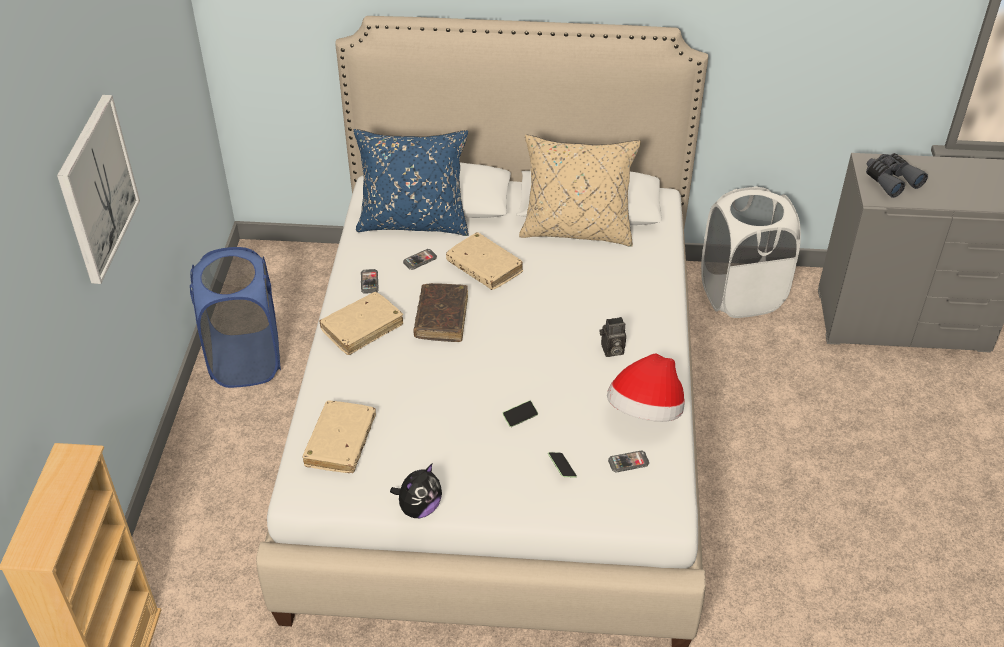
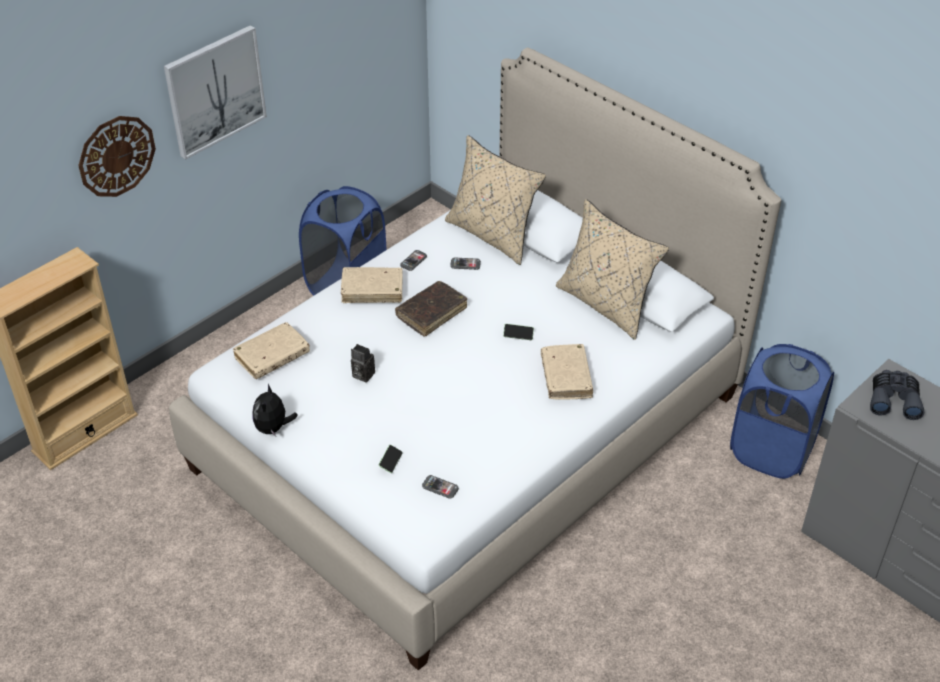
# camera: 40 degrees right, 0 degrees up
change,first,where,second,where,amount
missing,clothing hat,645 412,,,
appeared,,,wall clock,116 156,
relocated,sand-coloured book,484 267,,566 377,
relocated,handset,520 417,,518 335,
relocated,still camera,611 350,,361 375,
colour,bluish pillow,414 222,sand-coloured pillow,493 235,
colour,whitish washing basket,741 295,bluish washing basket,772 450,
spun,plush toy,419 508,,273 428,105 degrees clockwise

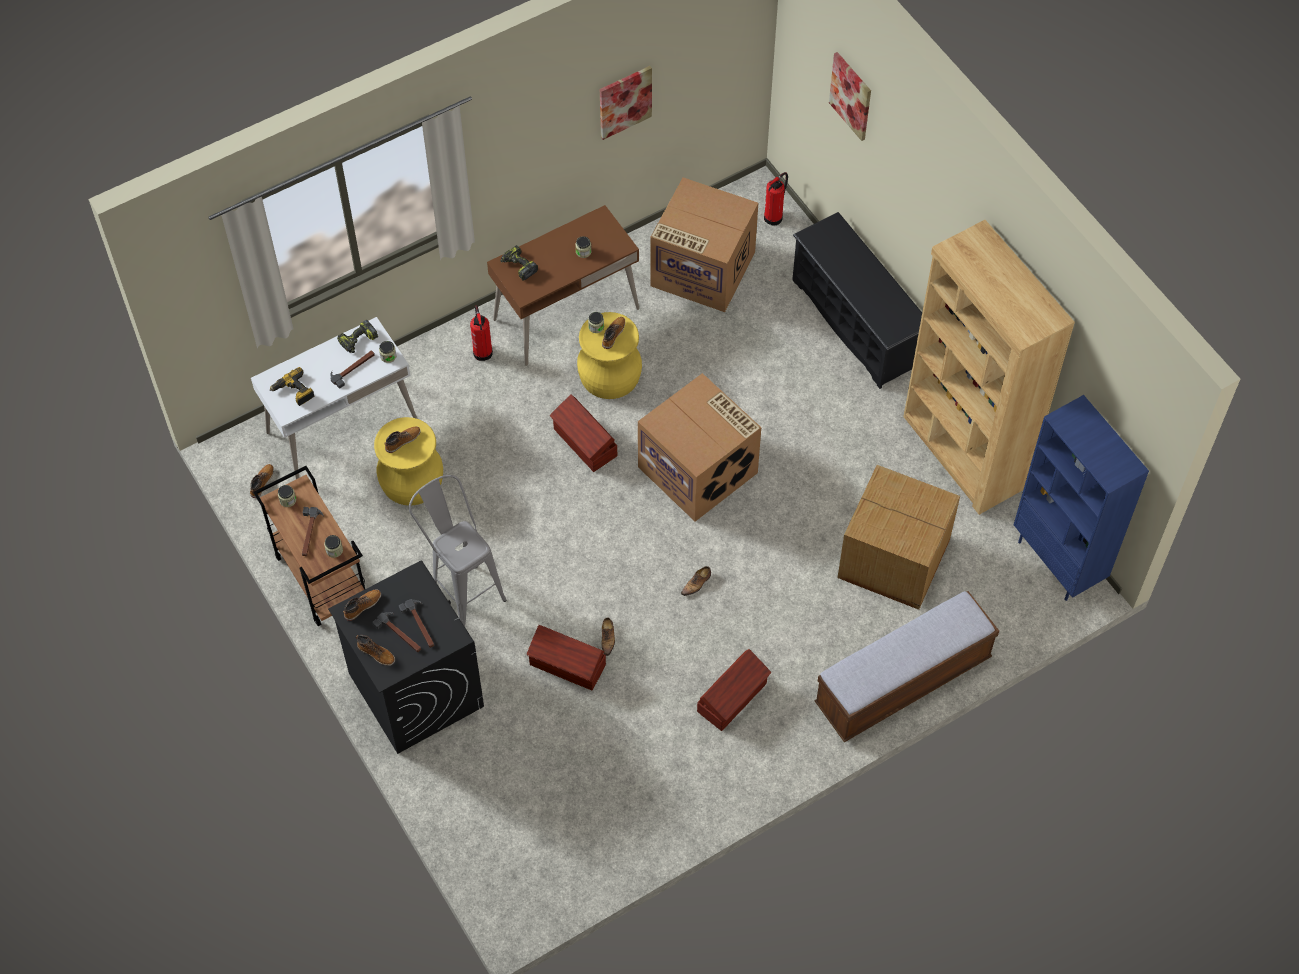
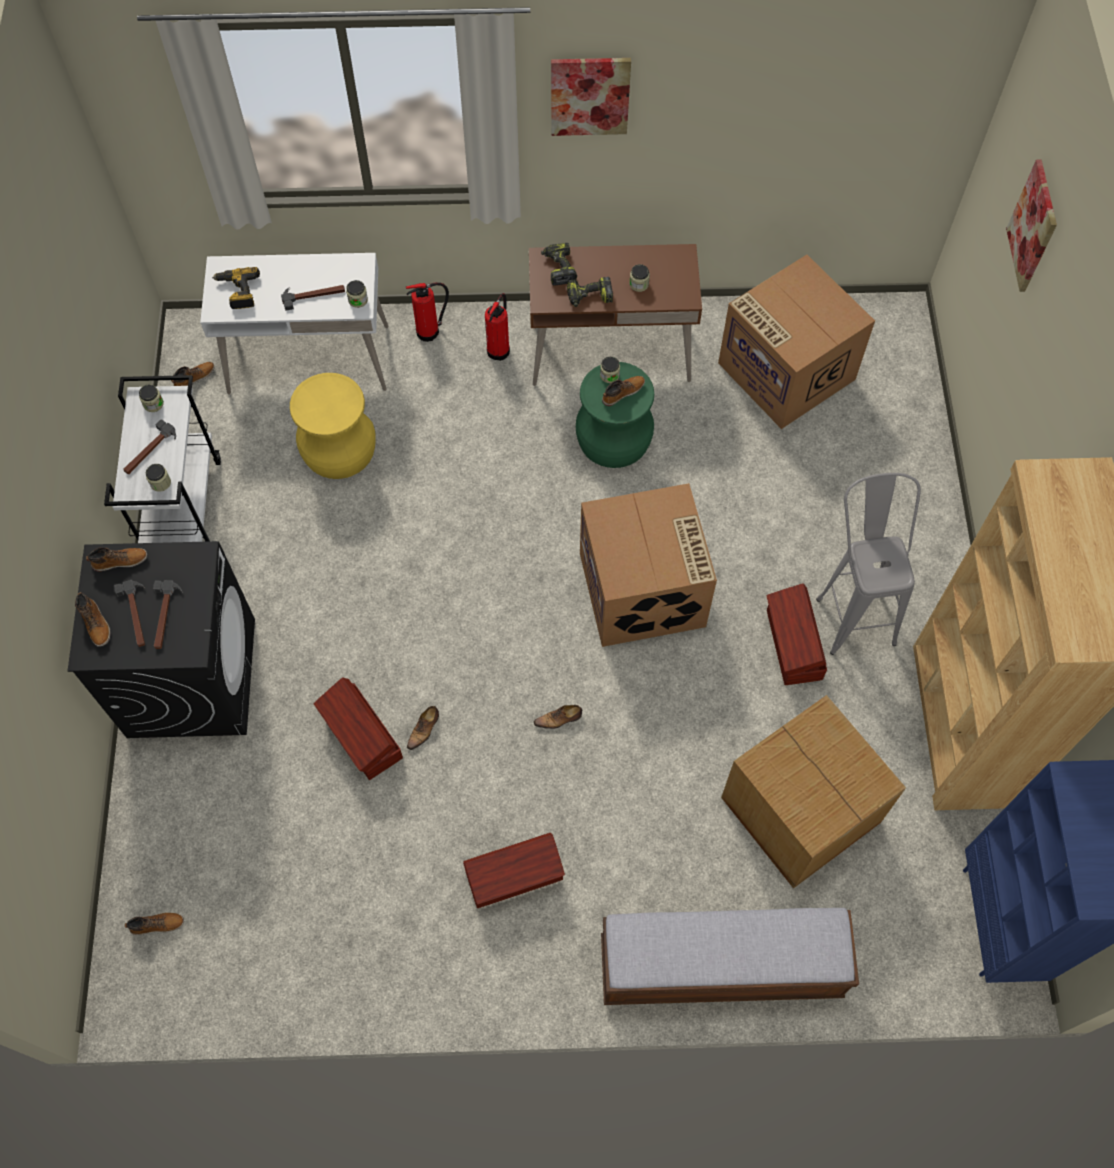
# camera: 30 degrees right, 5 degrees up
change,first,where,second,where,amount
missing,blackish shoe rack,856 323,,,
relocated,power drill,358 341,,589 297,
relocated,tall boot,402 441,,157 924,
relocated,grey stool seat,462 590,,852 609,
relocated,brownish storage container,584 443,,792 645,
relocated,wall picture,625 101,,590 95,
relocated,fire extinguisher,774 217,,430 331,
colour,brownish cart,321 578,whitish cart,182 506,
colour,yellow stool seat,610 376,greenish stool seat,613 439,

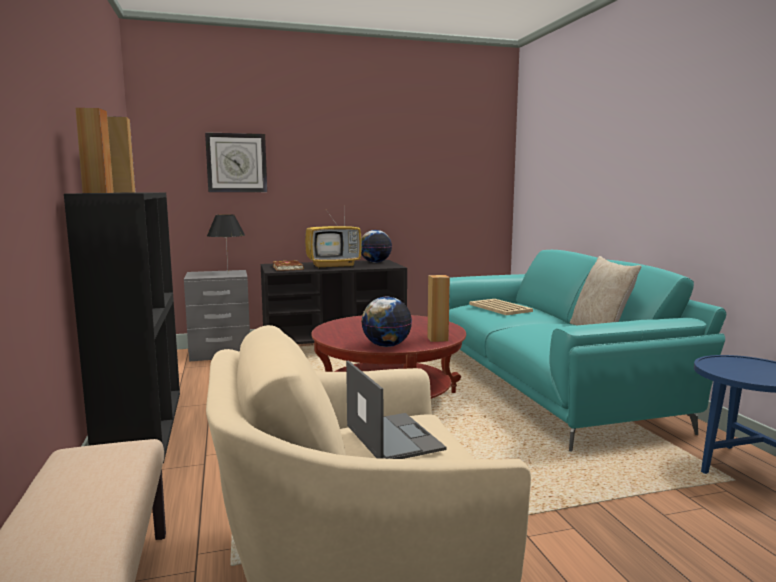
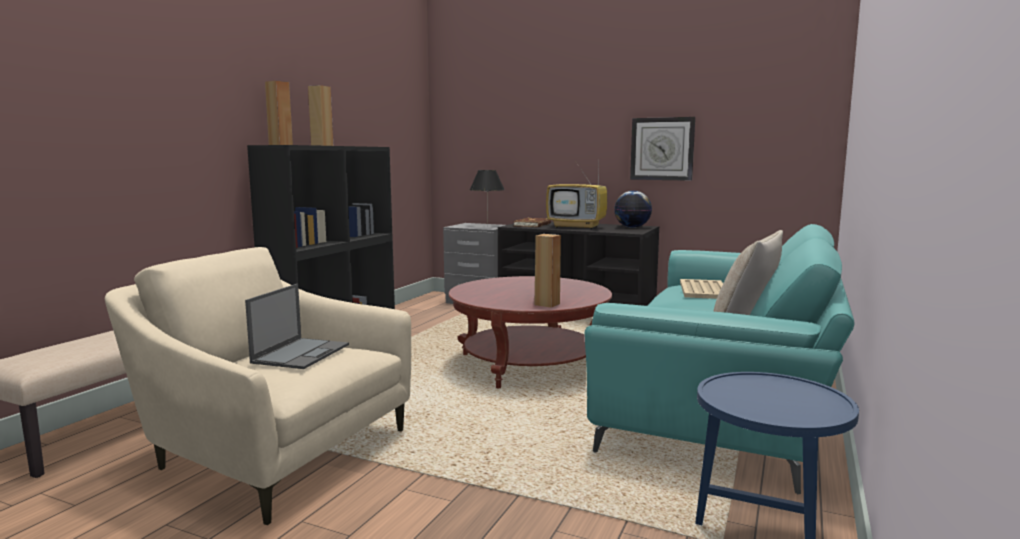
# camera: 40 degrees right, 0 degrees up
change,first,where,second,where,amount
missing,world globe,386 346,,,
relocated,wall clock,236 163,,662 149,

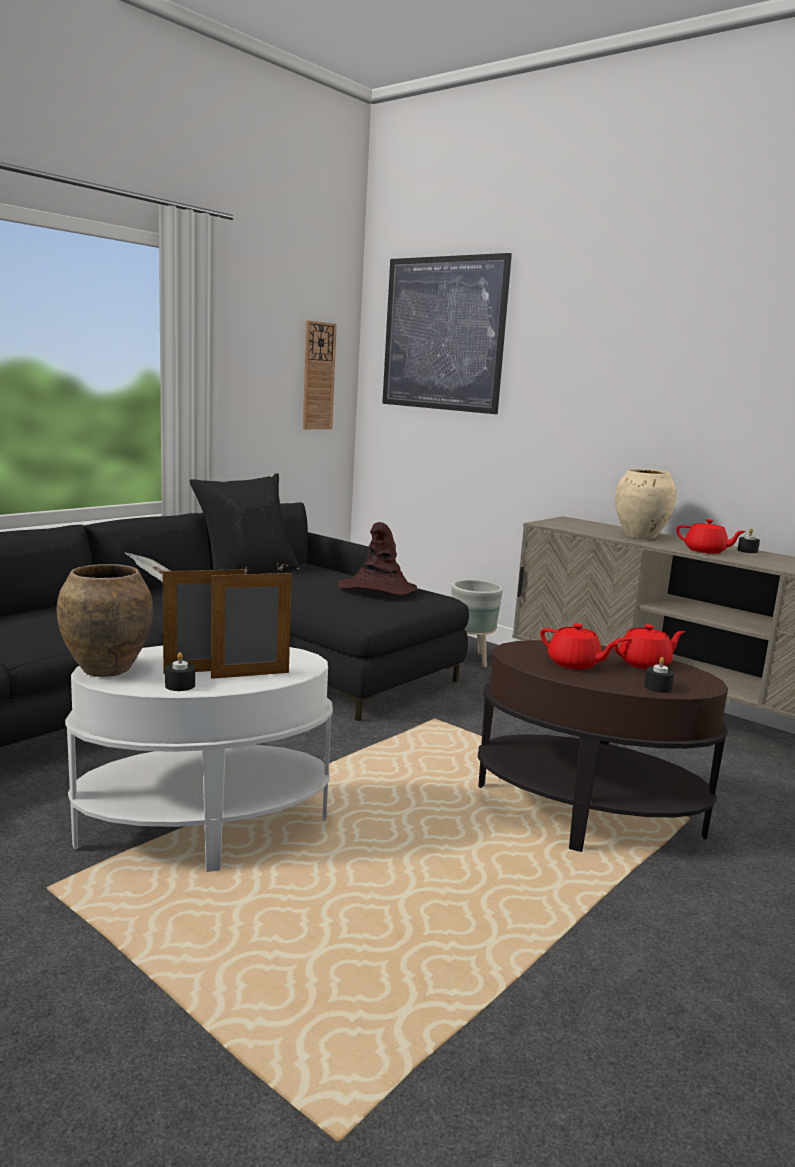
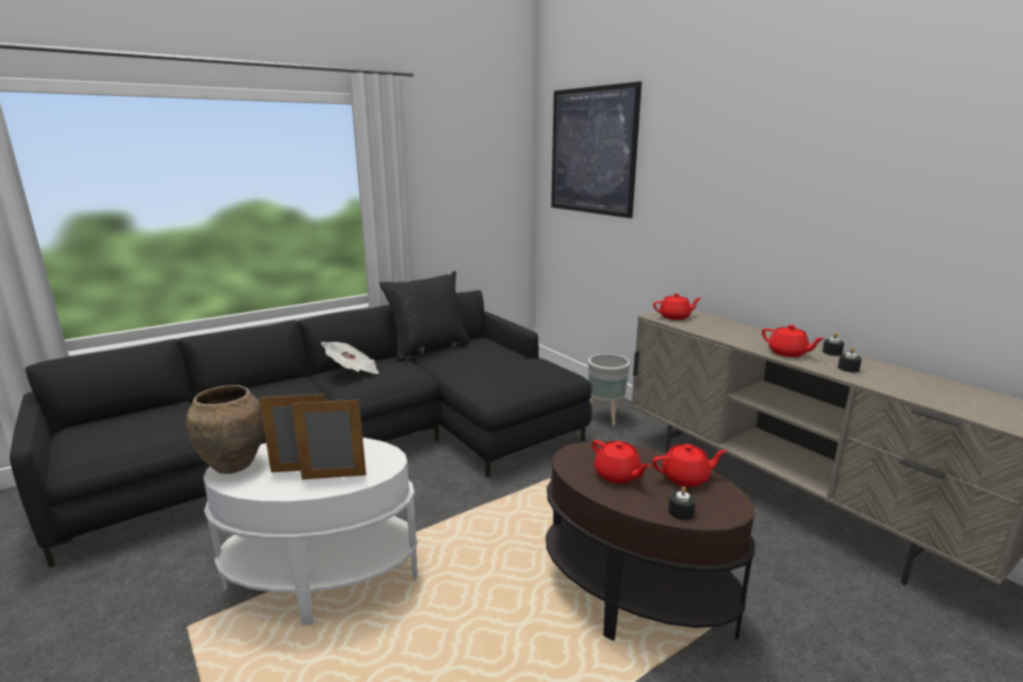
# camera: 15 degrees right, 5 degrees up
change,first,where,second,where,amount
missing,wall clock,318 376,,,
missing,brownish clothing hat,377 589,,,
missing,sand-coloured vase,640 537,,,
appeared,,,red teapot,675 317,
relocated,blackish candle,180 685,,848 368,

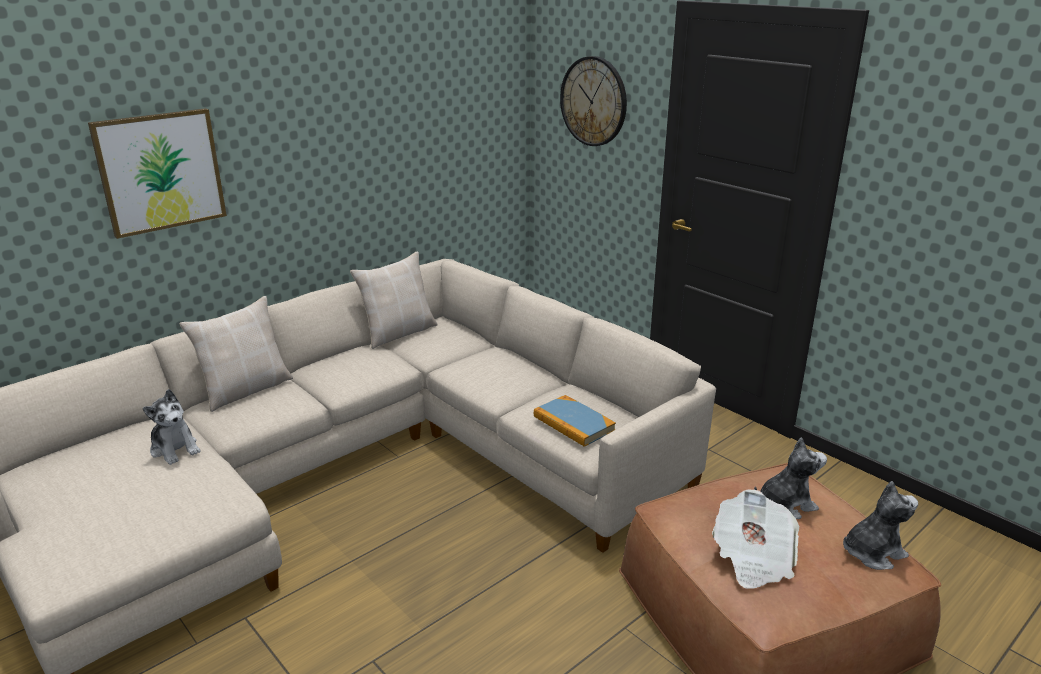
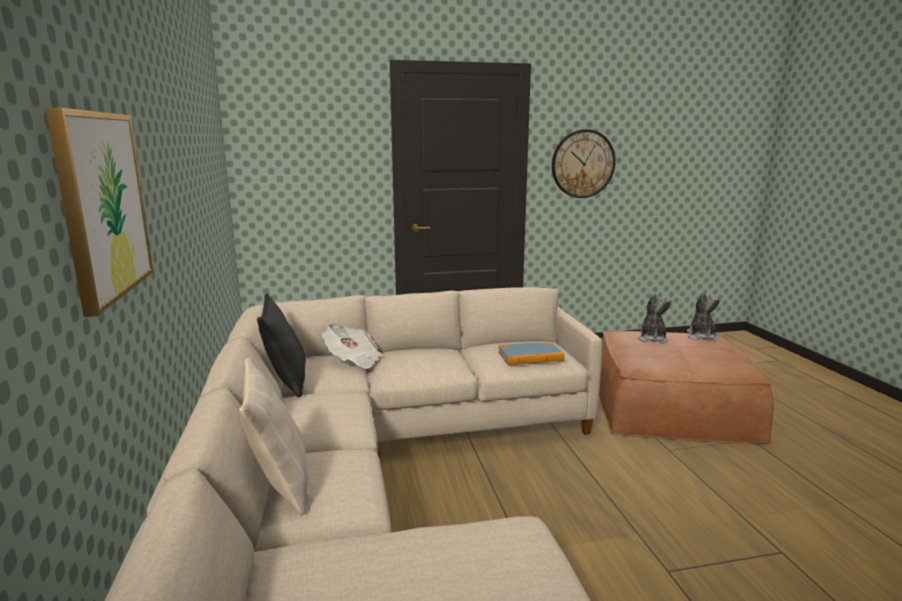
# camera: 60 degrees left, 10 degrees down
change,first,where,second,where,amount
missing,plush toy,175 449,,,
relocated,wall clock,593 101,,583 164,
relocated,newspaper,752 558,,353 360,
colour,sand-coloured pillow,398 333,blackish pillow,286 380,

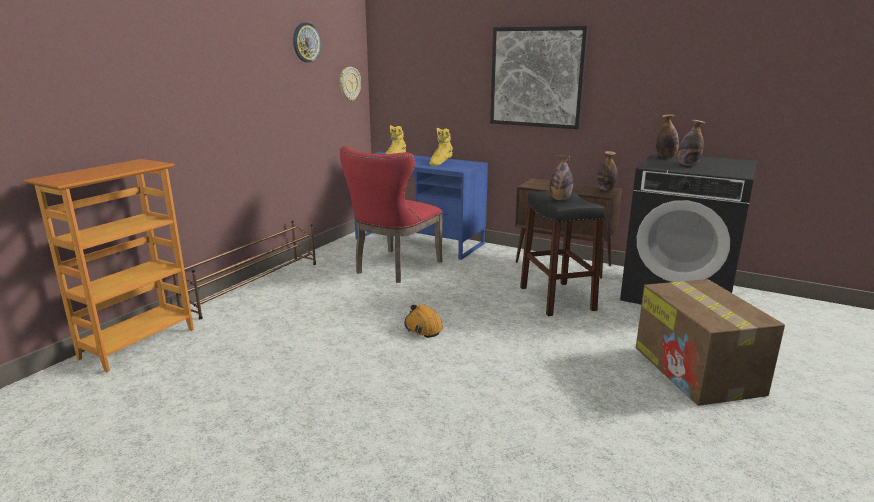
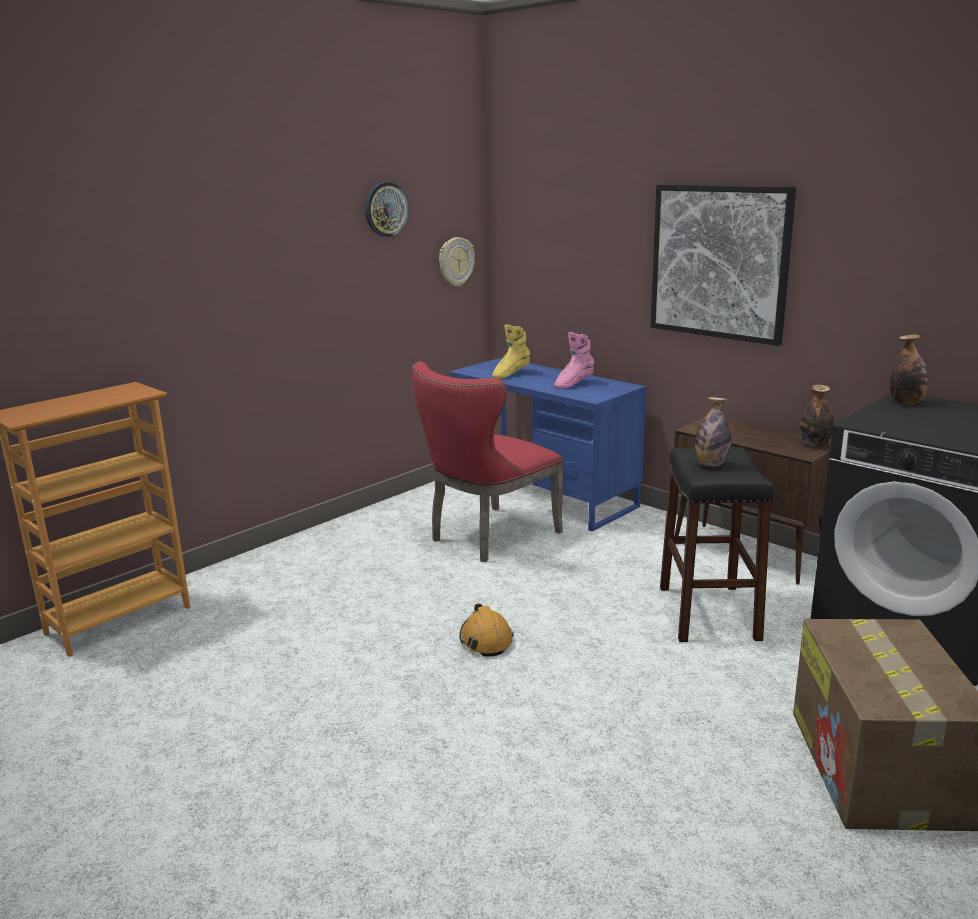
# camera: 15 degrees right, 0 degrees up
change,first,where,second,where,amount
missing,brownish shoe rack,255 285,,,
missing,beverage bottle,687 165,,,
colour,yellow tall boot,440 163,pinkish tall boot,573 384,

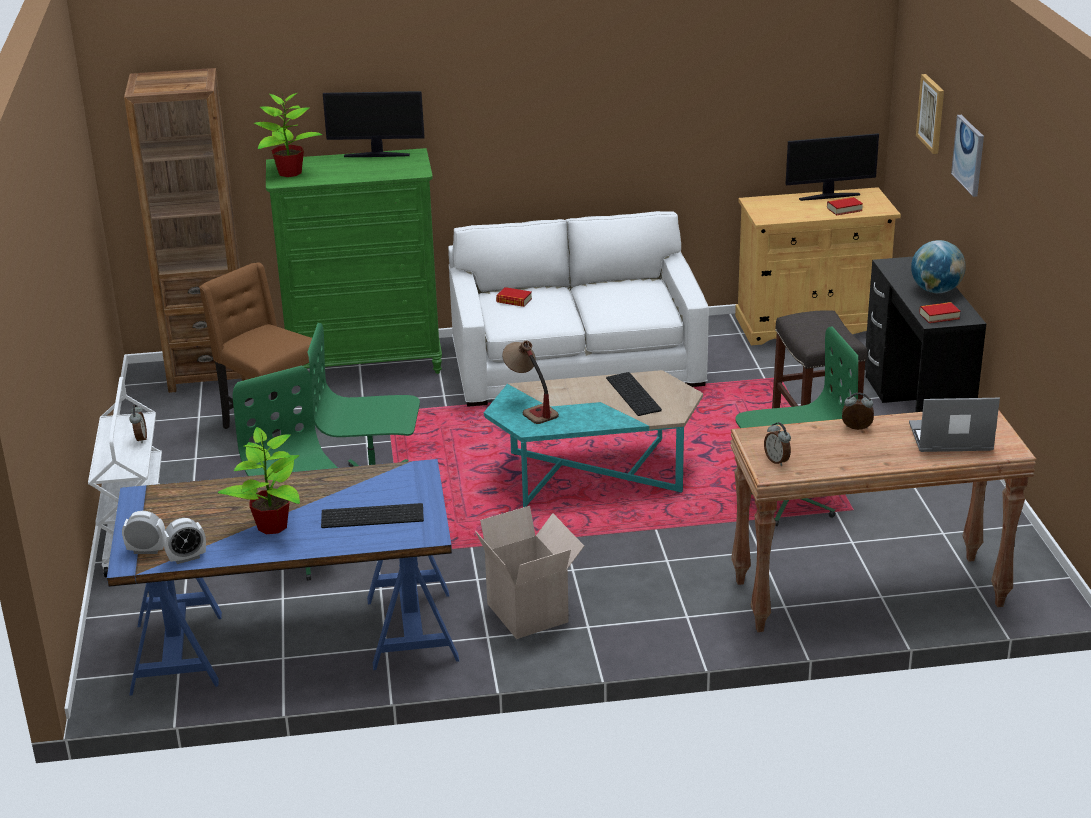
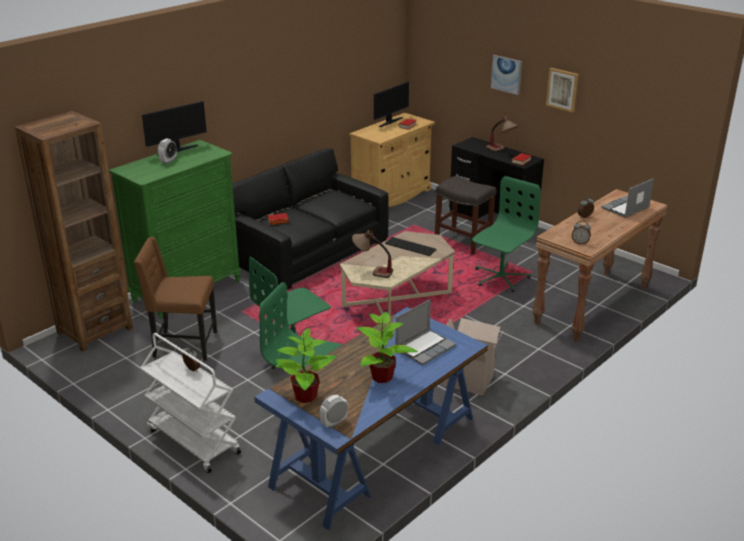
# camera: 40 degrees left, 0 degrees up
change,first,where,second,where,amount
relocated,bedside clock,186 558,,168 161,
relocated,plant in a pot,289 172,,305 396,
relocated,wall picture,932 113,,562 89,
exchanged,computer keyboard,373 515,notebook computer,425 348,
exchanged,world globe,936 290,lamp for a table,501 151,
colour,whitish sofa,577 362,blackish sofa,306 250,
colour,turquoise-coloured lounge table,594 473,sand-coloured lounge table,397 300,

